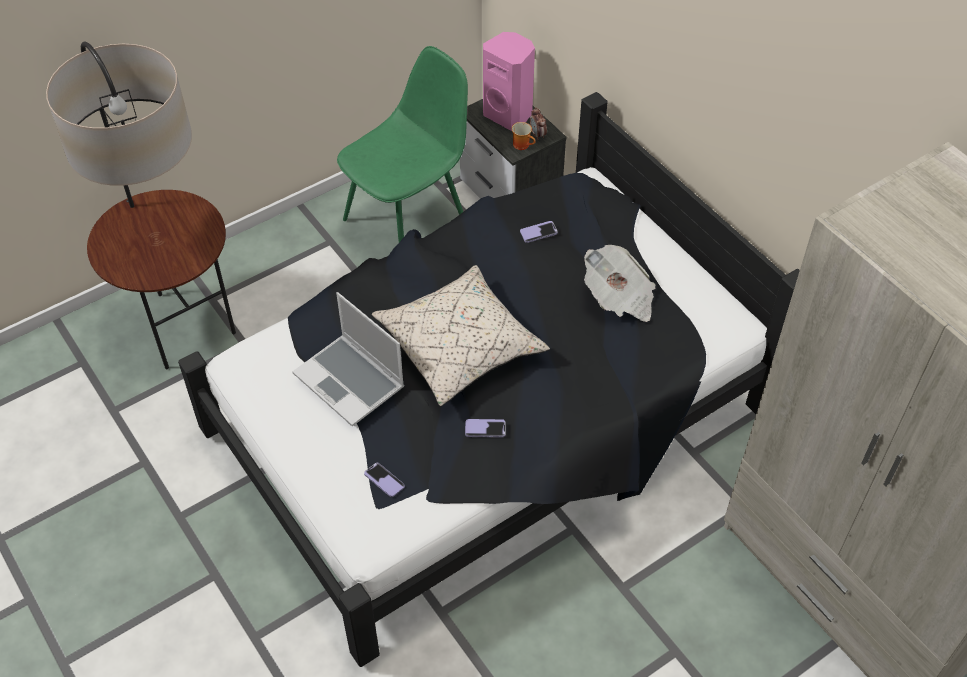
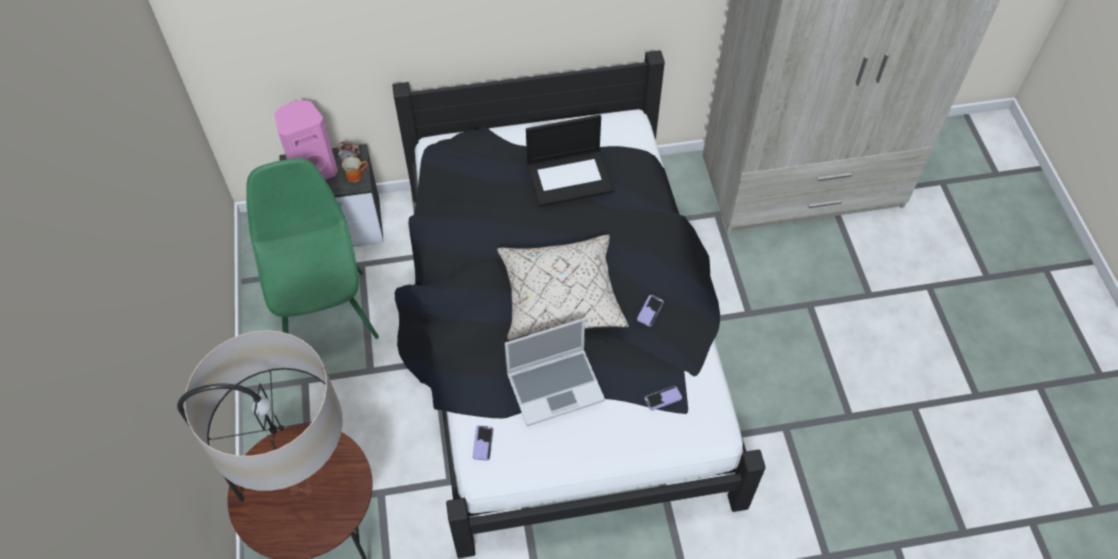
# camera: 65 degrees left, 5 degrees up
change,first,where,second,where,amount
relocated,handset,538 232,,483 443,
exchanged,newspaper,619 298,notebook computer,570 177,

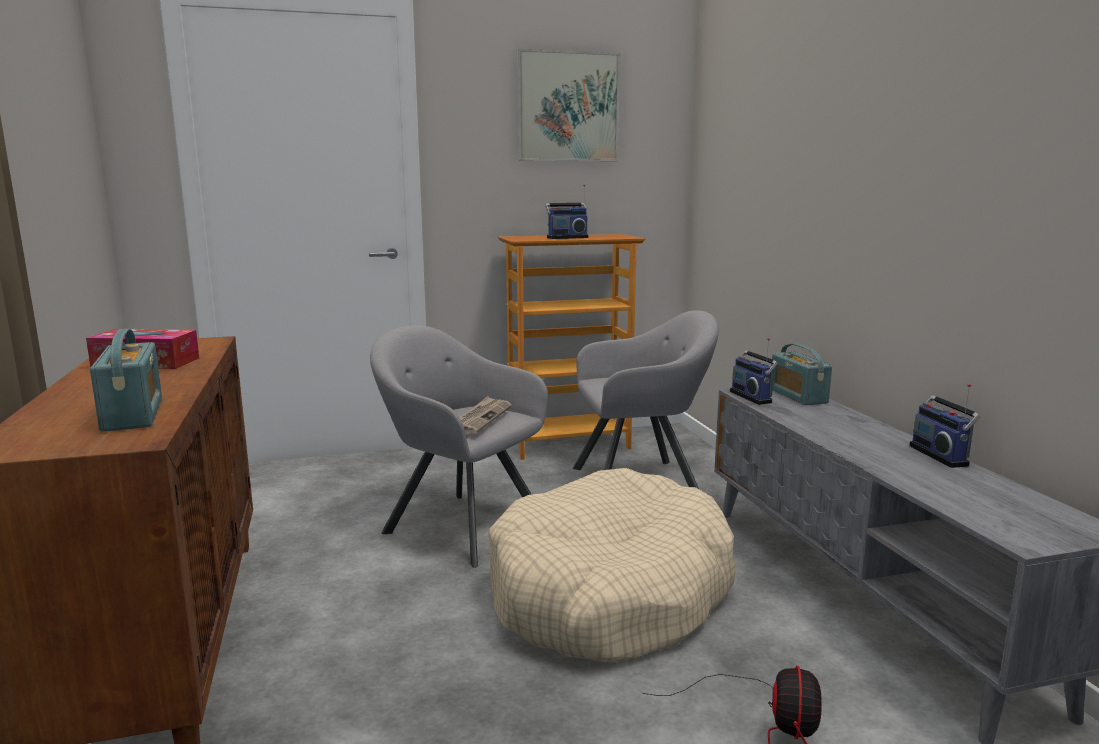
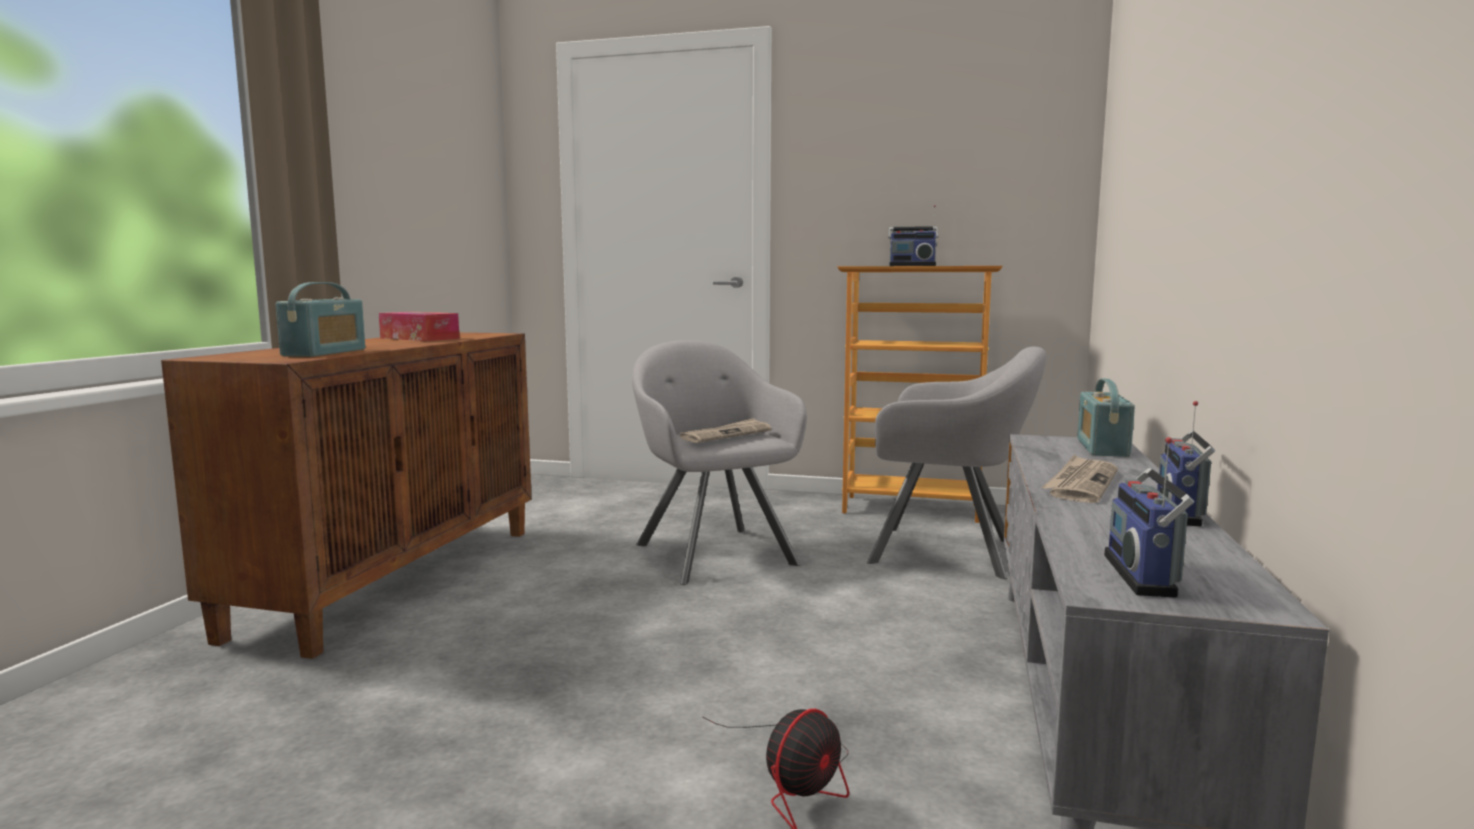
# camera: 30 degrees right, 5 degrees down
change,first,where,second,where,amount
missing,sand-coloured pet bed,609 592,,,
missing,wall picture,568 107,,,
appeared,,,newspaper,1081 483,
relocated,radio set,753 397,,1146 575,

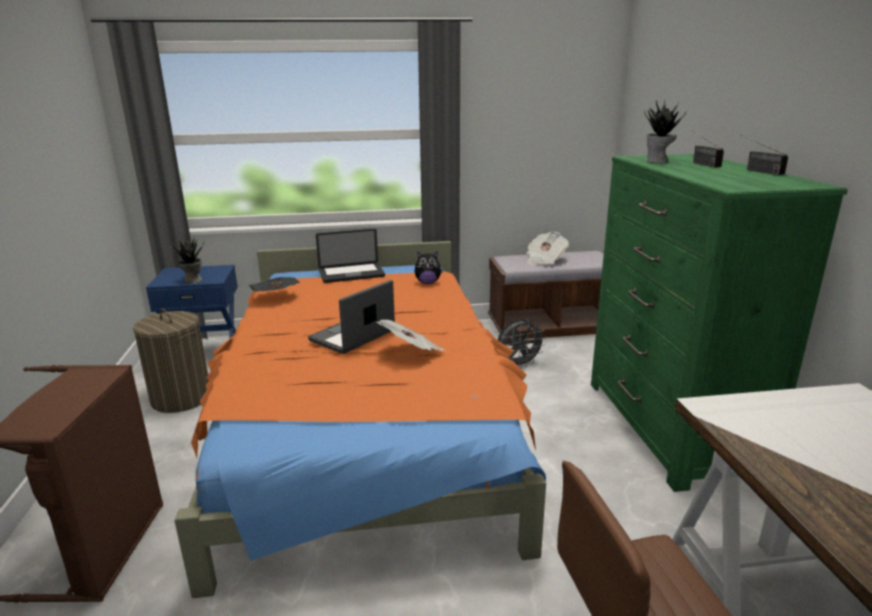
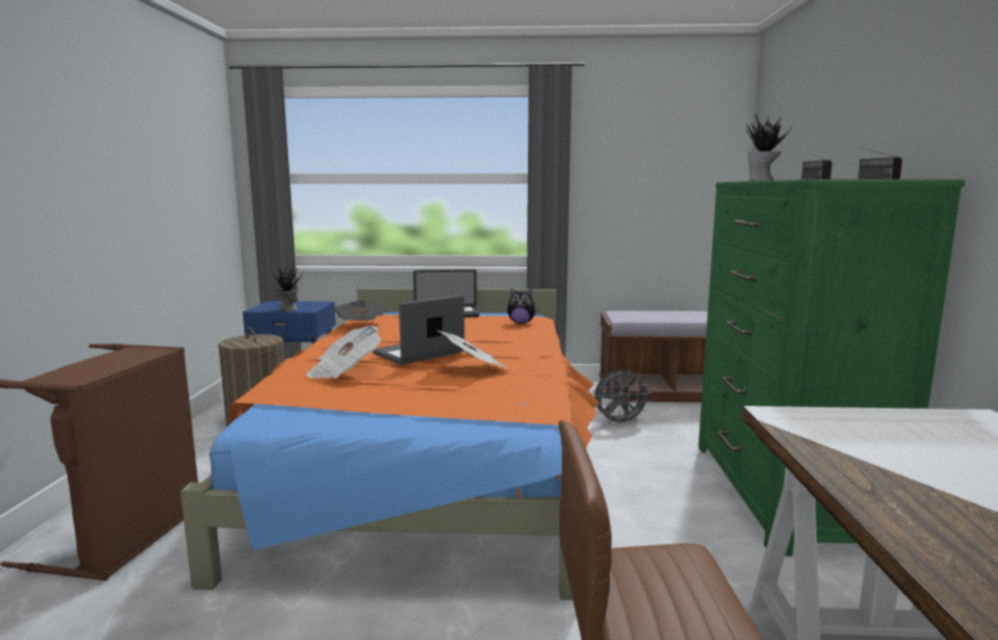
# camera: 10 degrees right, 10 degrees down
change,first,where,second,where,amount
relocated,newspaper,544 260,,344 371,

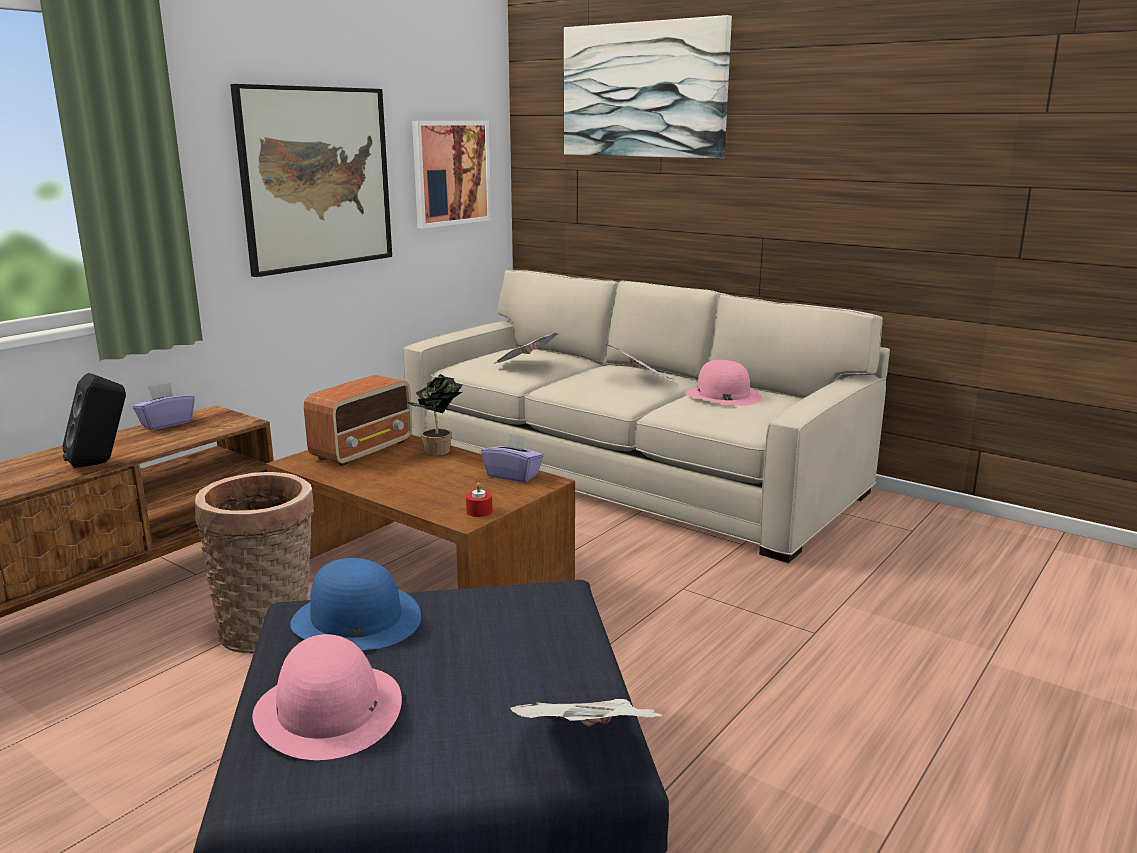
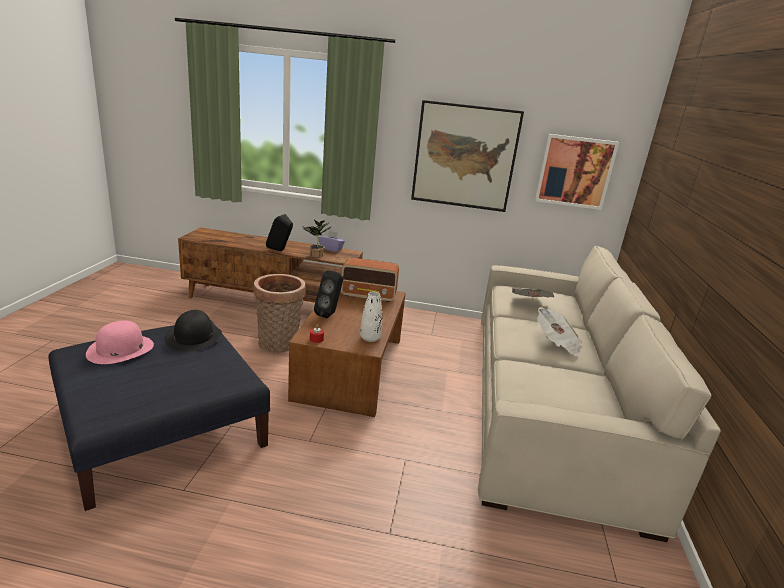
# camera: 60 degrees right, 5 degrees up
change,first,where,second,where,amount
missing,newspaper,590 745,,,
missing,wall picture,643 90,,,
missing,pinkish clothing hat,722 395,,,
appeared,,,blackish loudspeaker,329 314,
relocated,plant in a pot,438 452,,315 255,
exchanged,purple tissue holder,513 475,whitish vase,370 338,
colour,bluish clothing hat,355 619,blackish clothing hat,193 337,

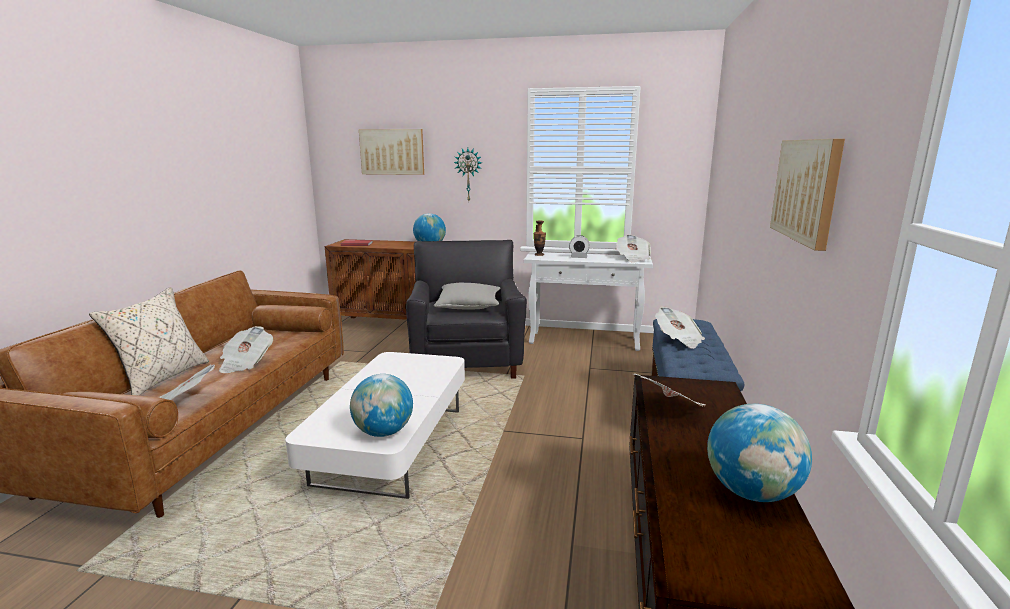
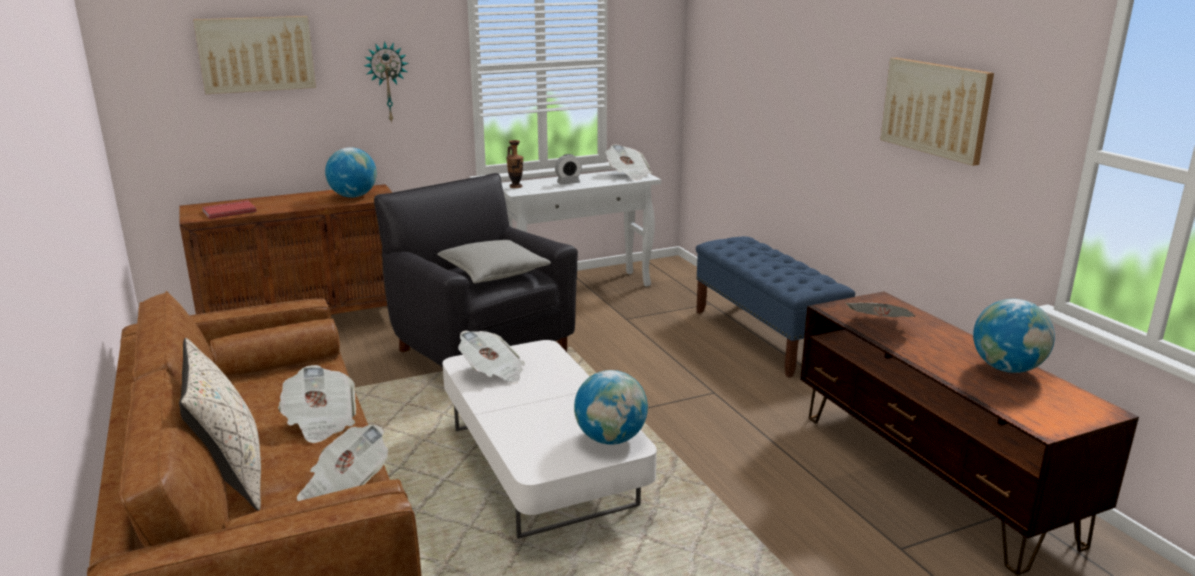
# camera: 35 degrees left, 5 degrees up
change,first,where,second,where,amount
relocated,newspaper,678 340,,493 372,

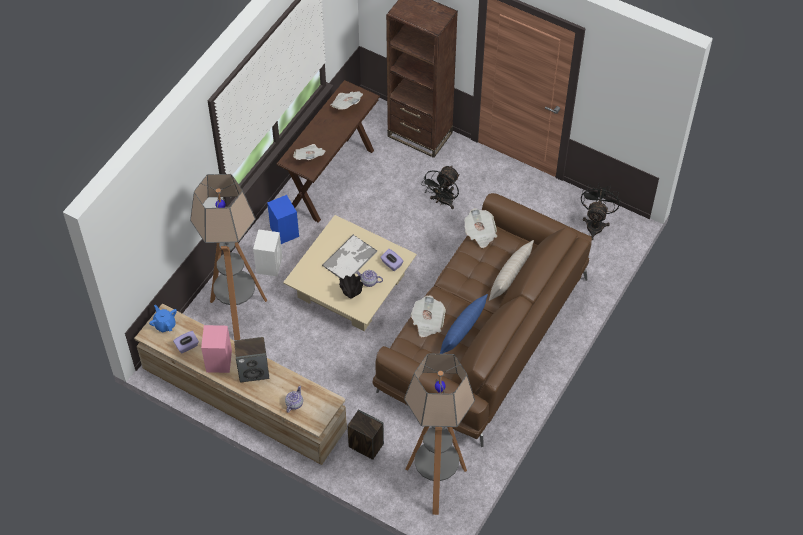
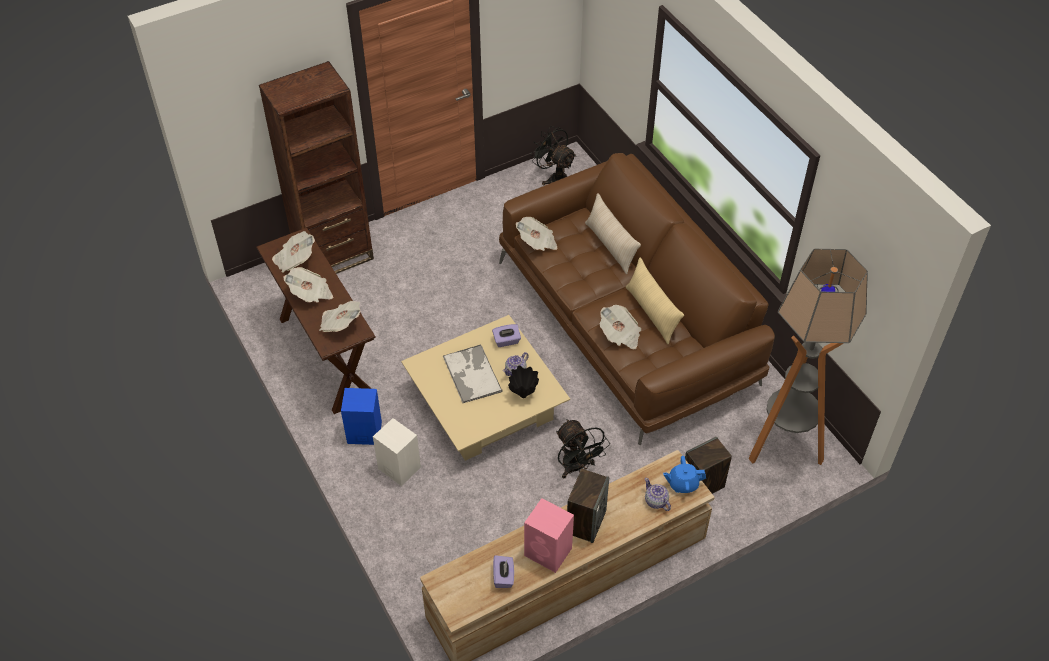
# camera: 60 degrees left, 5 degrees down
change,first,where,second,where,amount
missing,floor lamp,238 312,,,
appeared,,,newspaper,311 294,
relocated,bluish teapot,165 324,,682 484,
relocated,blackish fan,442 202,,576 468,
colour,bluish pillow,462 333,sand-coloured pillow,652 313,

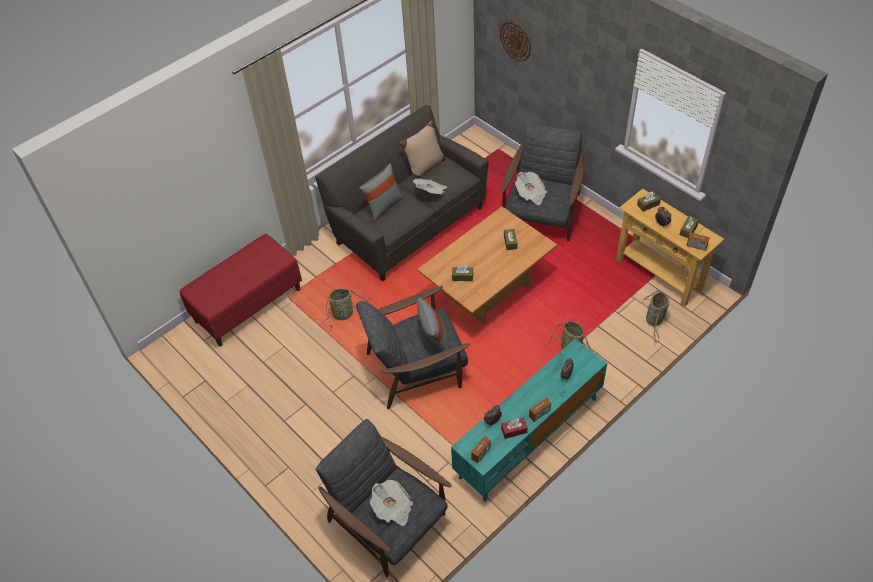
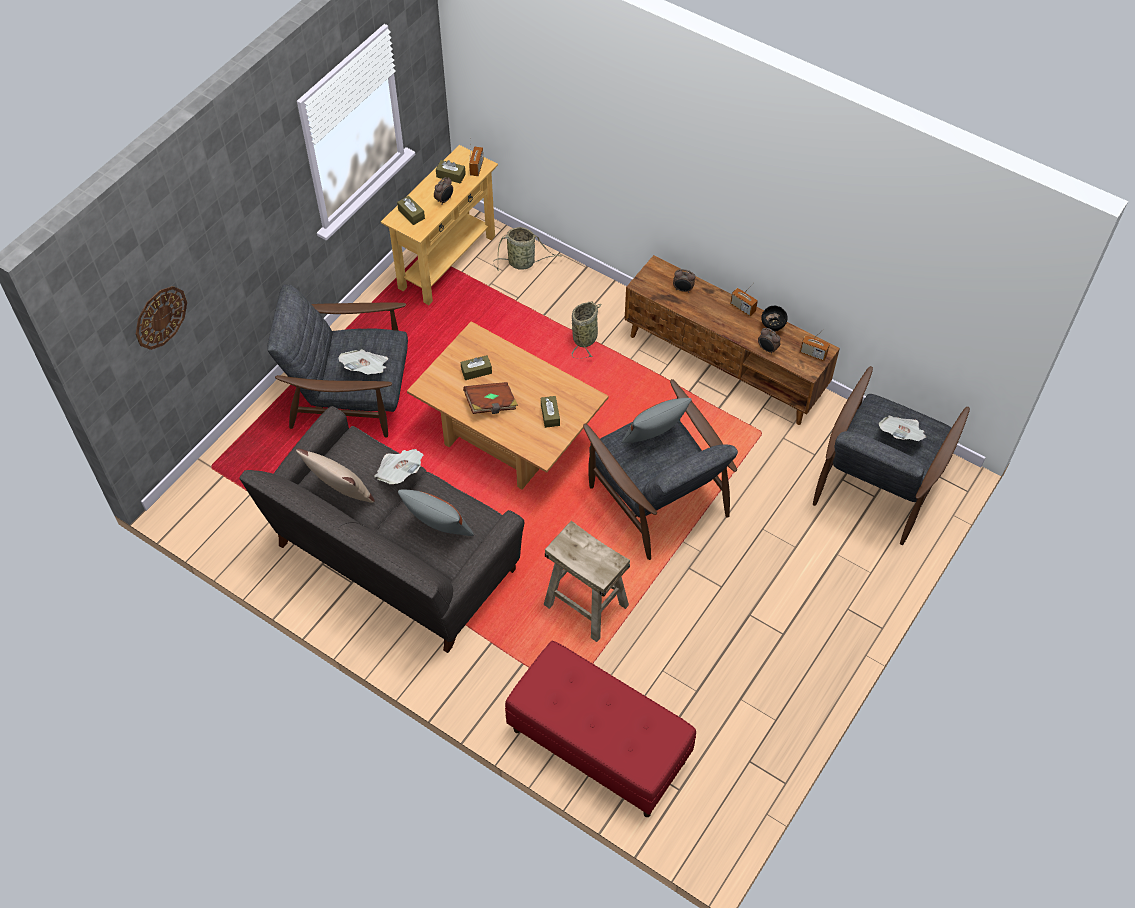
# camera: 105 degrees left, 5 degrees up
change,first,where,second,where,amount
appeared,,,brownish book,491 404,
exchanged,storage basket,344 313,sand-coloured stool seat,585 605,
exchanged,red tissue holder,514 430,blackish bowl,773 328,
colour,turquoise-coloured tv stand,529 438,brownish tv stand,725 365,

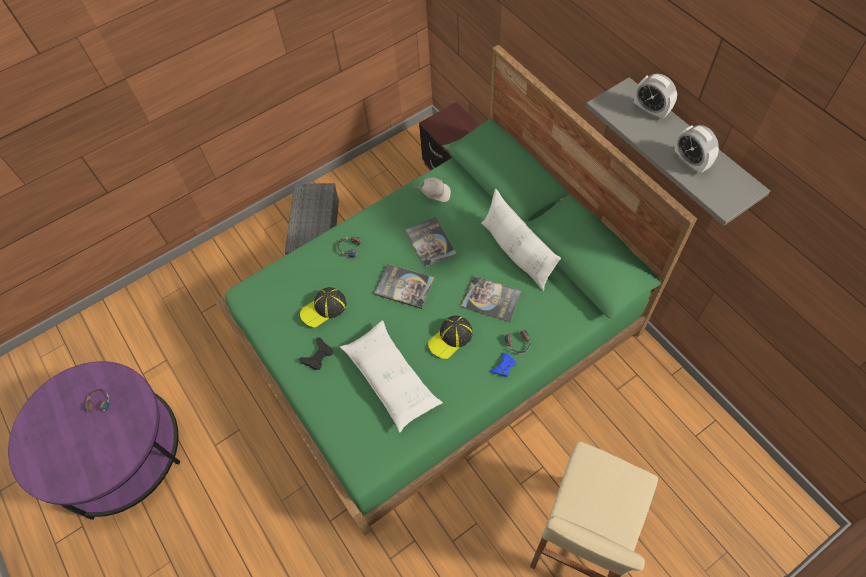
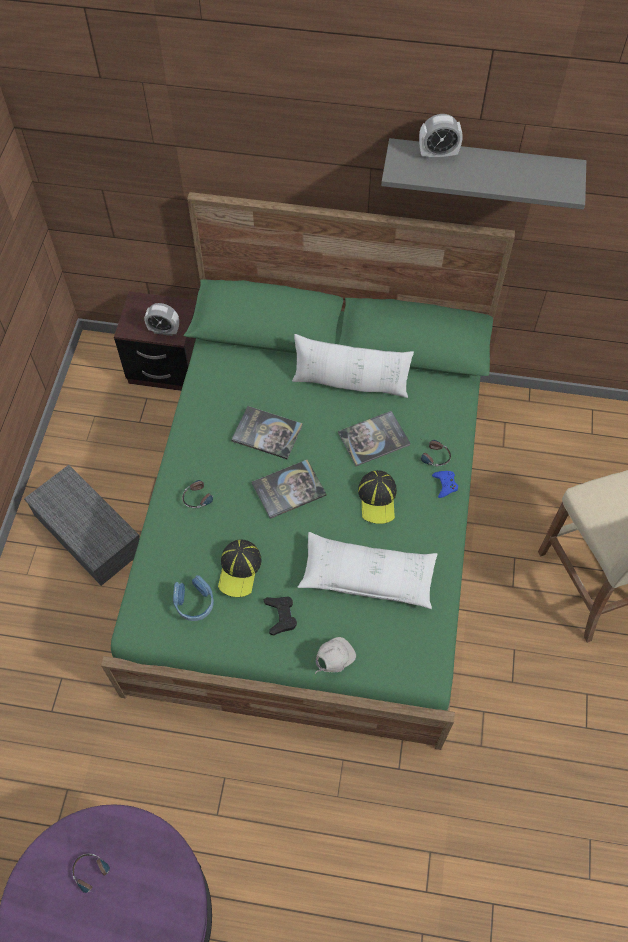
# camera: 50 degrees left, 0 degrees up
change,first,where,second,where,amount
appeared,,,bluish headphones,194 602,
relocated,whitish cap,435 194,,334 659,
relocated,bedside clock,690 162,,164 330,

